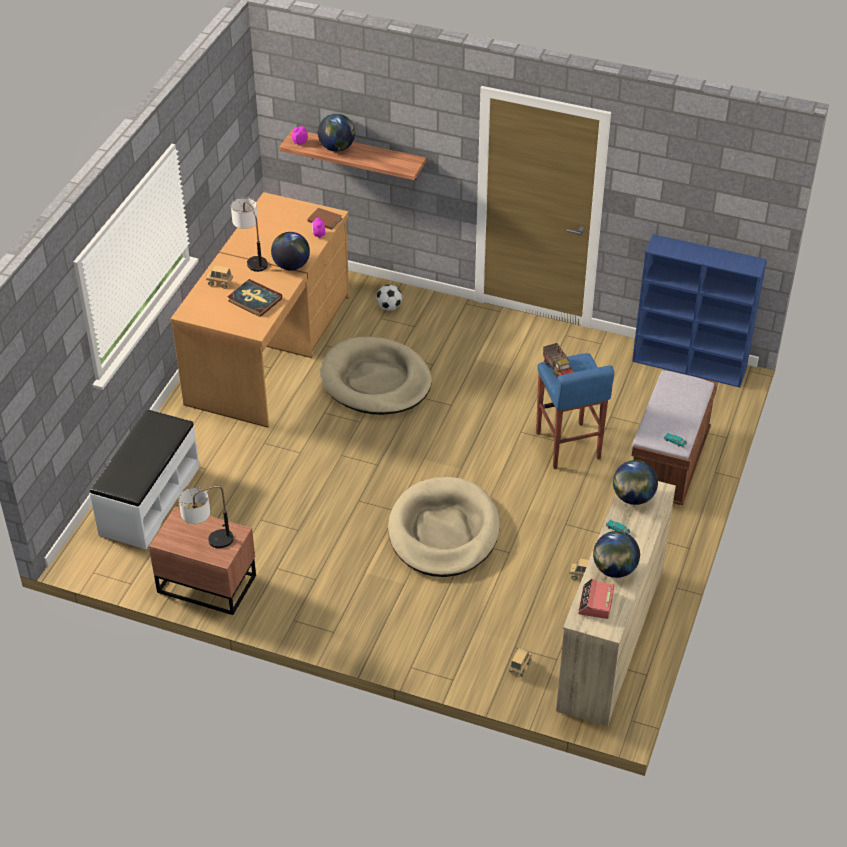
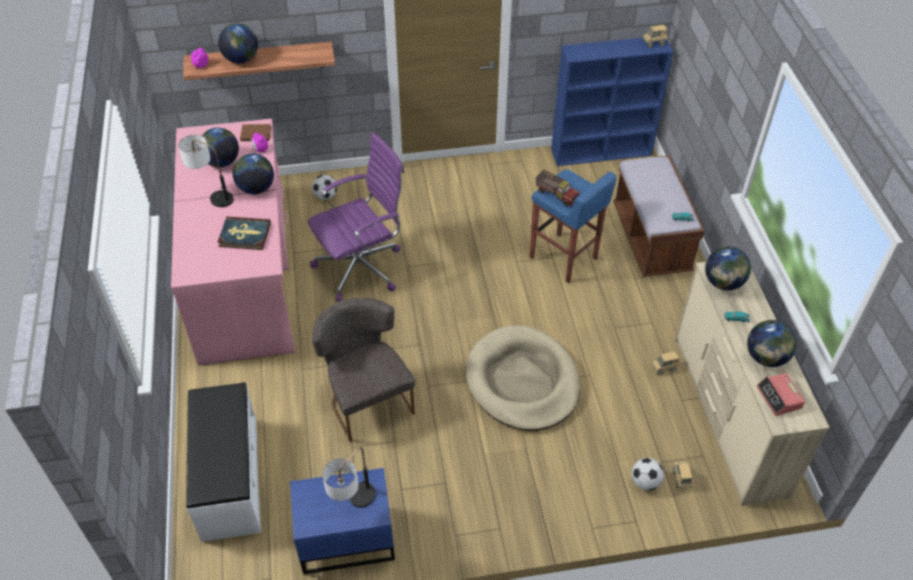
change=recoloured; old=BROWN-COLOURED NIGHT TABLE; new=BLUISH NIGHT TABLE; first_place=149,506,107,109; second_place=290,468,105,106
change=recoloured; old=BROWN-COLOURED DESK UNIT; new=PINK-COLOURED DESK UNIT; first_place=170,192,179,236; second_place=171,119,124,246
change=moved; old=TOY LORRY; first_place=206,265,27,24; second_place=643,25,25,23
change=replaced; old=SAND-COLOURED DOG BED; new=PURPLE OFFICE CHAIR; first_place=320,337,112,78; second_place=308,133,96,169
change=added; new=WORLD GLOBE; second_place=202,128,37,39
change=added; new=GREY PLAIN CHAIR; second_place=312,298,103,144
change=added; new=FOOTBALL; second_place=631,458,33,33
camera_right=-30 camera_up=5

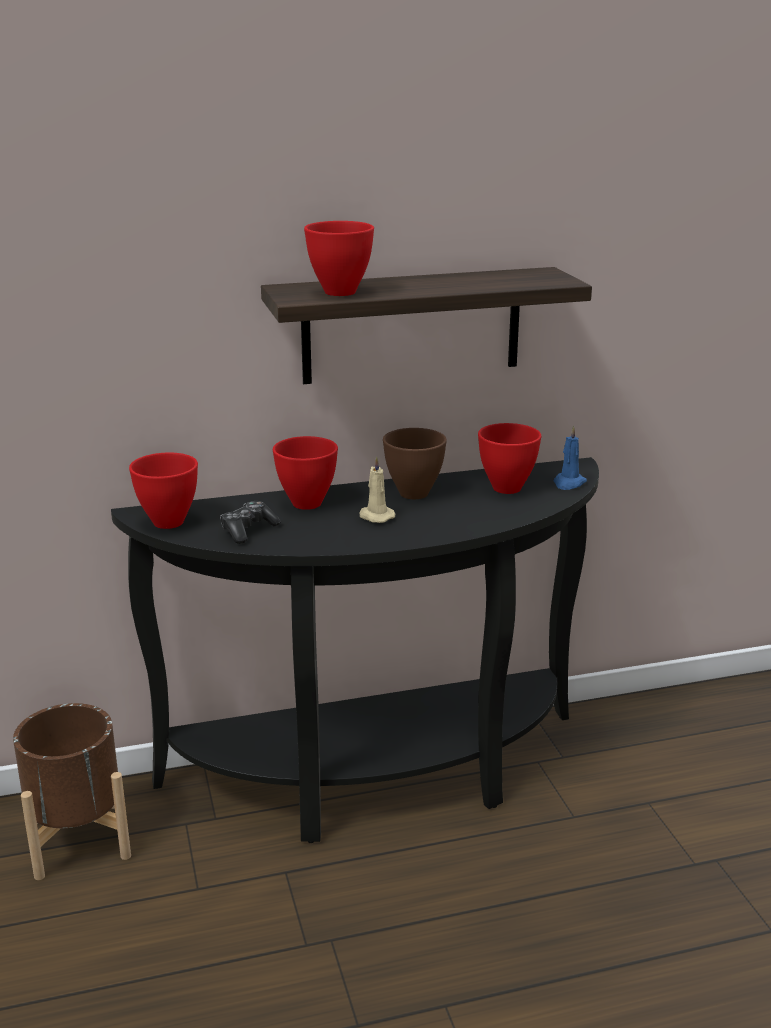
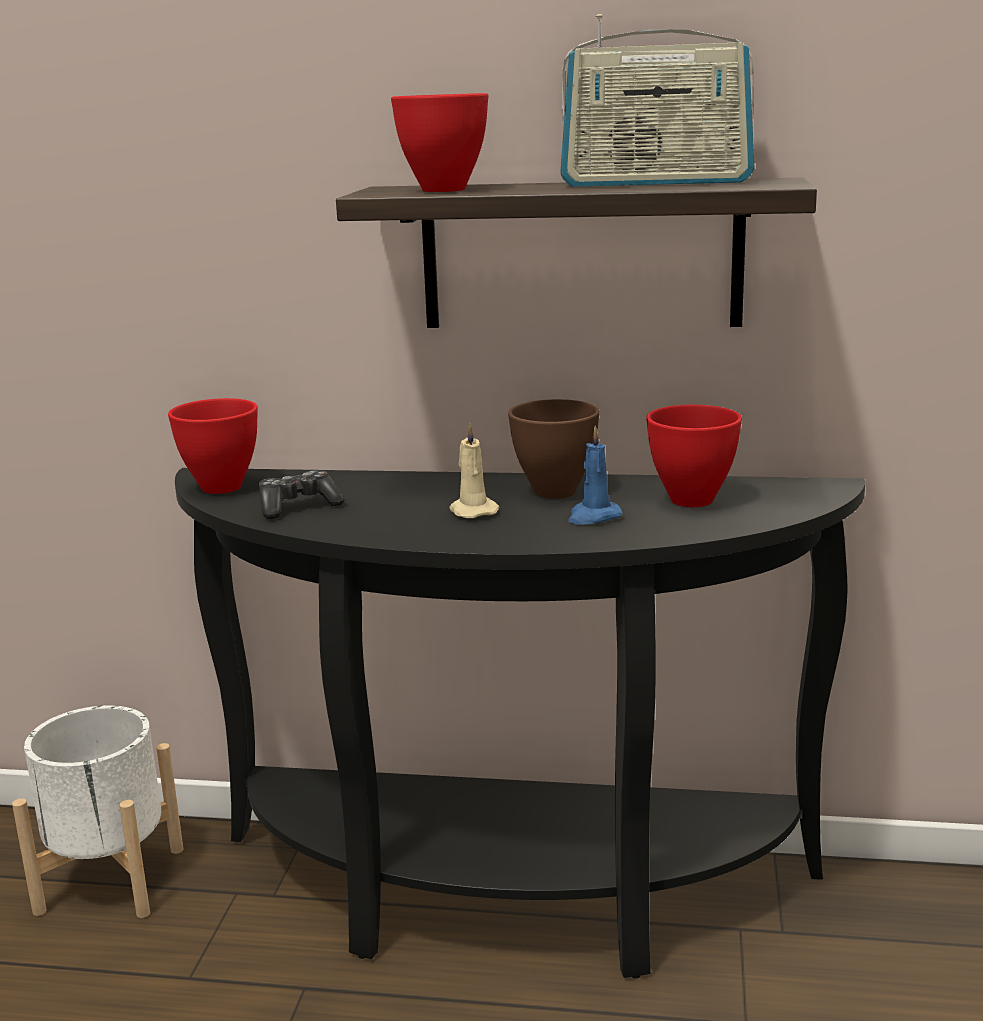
change=recoloured; old=BROWN-COLOURED PLANT POT; new=WHITE-COLOURED PLANT POT; first_place=13,703,118,177; second_place=12,705,171,213
change=removed; old=RED DEEP DISH; first_place=273,436,65,74
change=moved; old=BLUISH WAX CANDLE; first_place=554,425,33,65; second_place=568,426,54,99
change=added; new=RADIO SET; second_place=561,14,193,173
camera_right=25 camera_up=-5

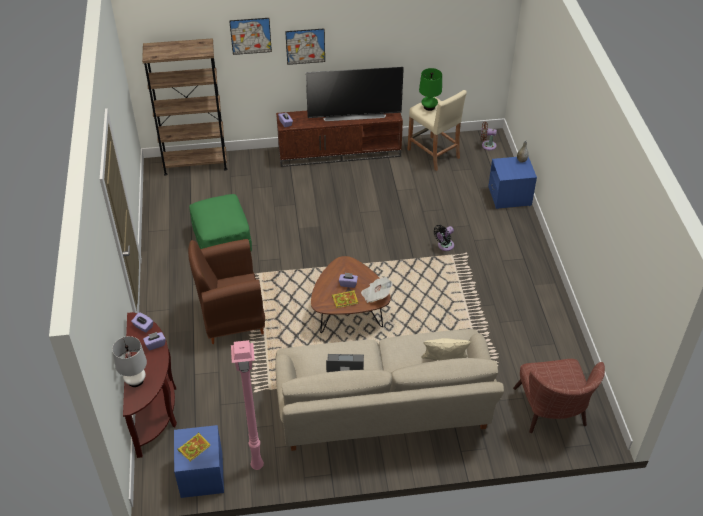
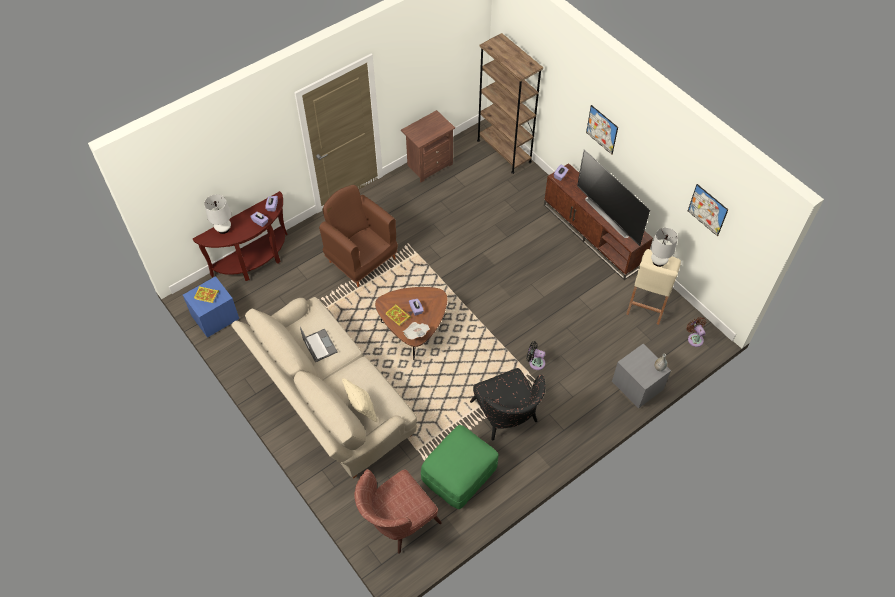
change=moved; old=GREEN POUFFE; first_place=189,194,63,57; second_place=421,425,78,84
change=moved; old=WALL PICTURE; first_place=229,18,43,37; second_place=688,184,40,52
change=removed; old=PINK-COLOURED STANDING LAMP; first_place=231,340,33,130
change=recoloured; old=GREEN TABLE LAMP; new=WHITE-COLOURED TABLE LAMP; first_place=419,68,23,43; second_place=651,228,27,39
change=recoloured; old=BLUISH NIGHT TABLE; new=GREY NIGHT TABLE; first_place=488,156,49,53; second_place=612,344,59,64
change=added; new=BROWN-COLOURED NIGHT TABLE; second_place=401,110,54,72
change=added; new=BLACKISH EASY CHAIR; second_place=470,368,75,72
camera_right=60 camera_up=10

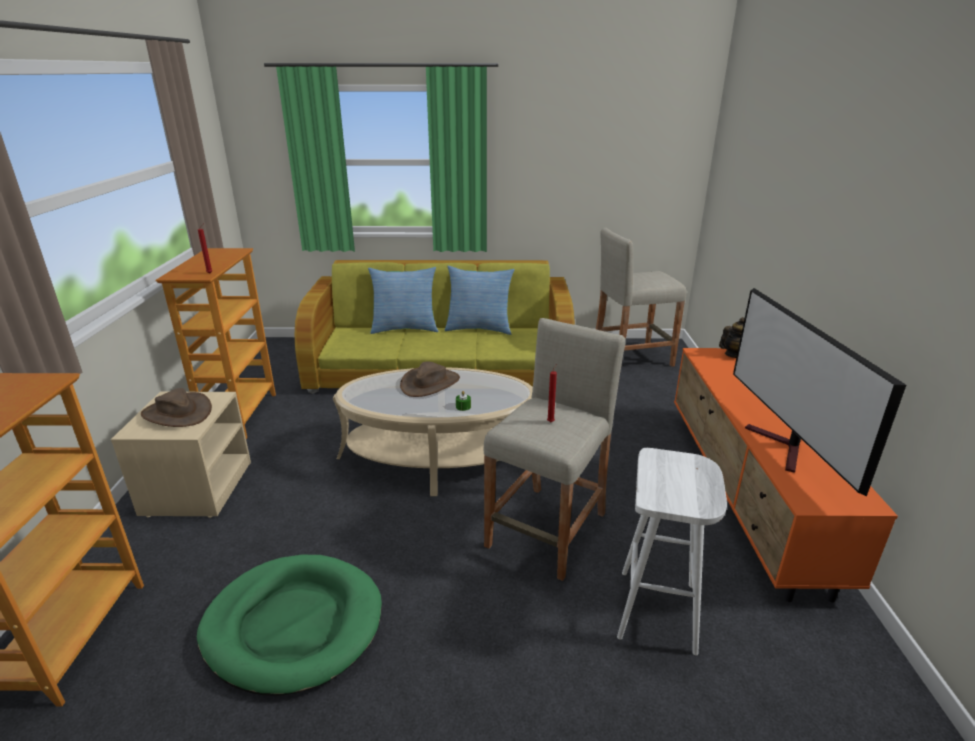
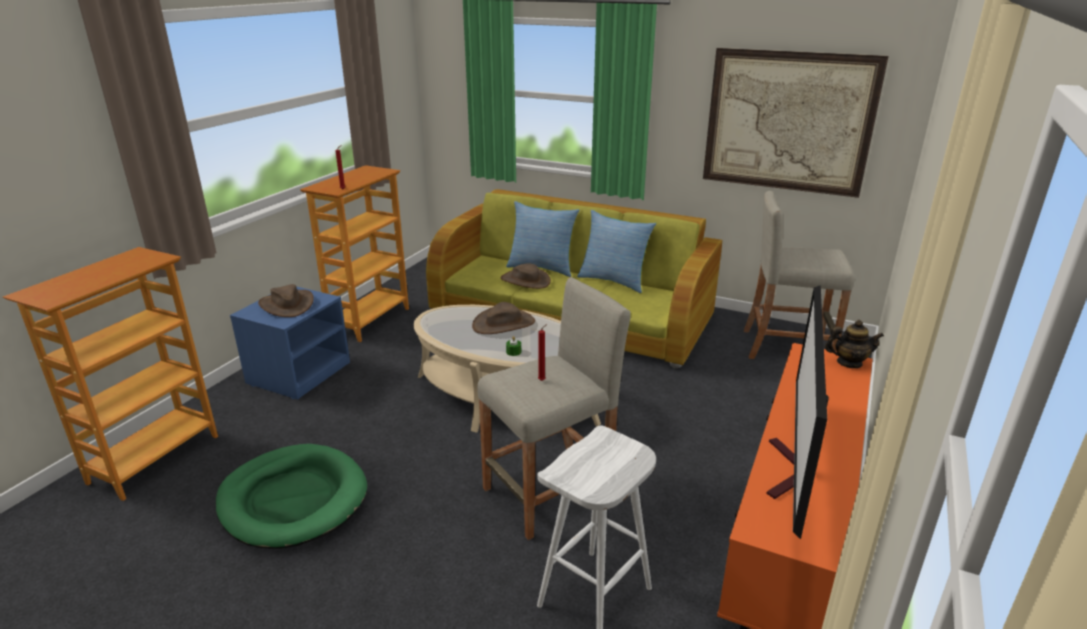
change=recoloured; old=SAND-COLOURED NIGHT TABLE; new=BLUISH NIGHT TABLE; first_place=111,391,140,127; second_place=230,286,120,114
change=added; new=BROWN-COLOURED CLOTHING HAT; second_place=500,263,51,26
change=added; new=WALL PICTURE; second_place=703,48,186,150
camera_right=25 camera_up=0

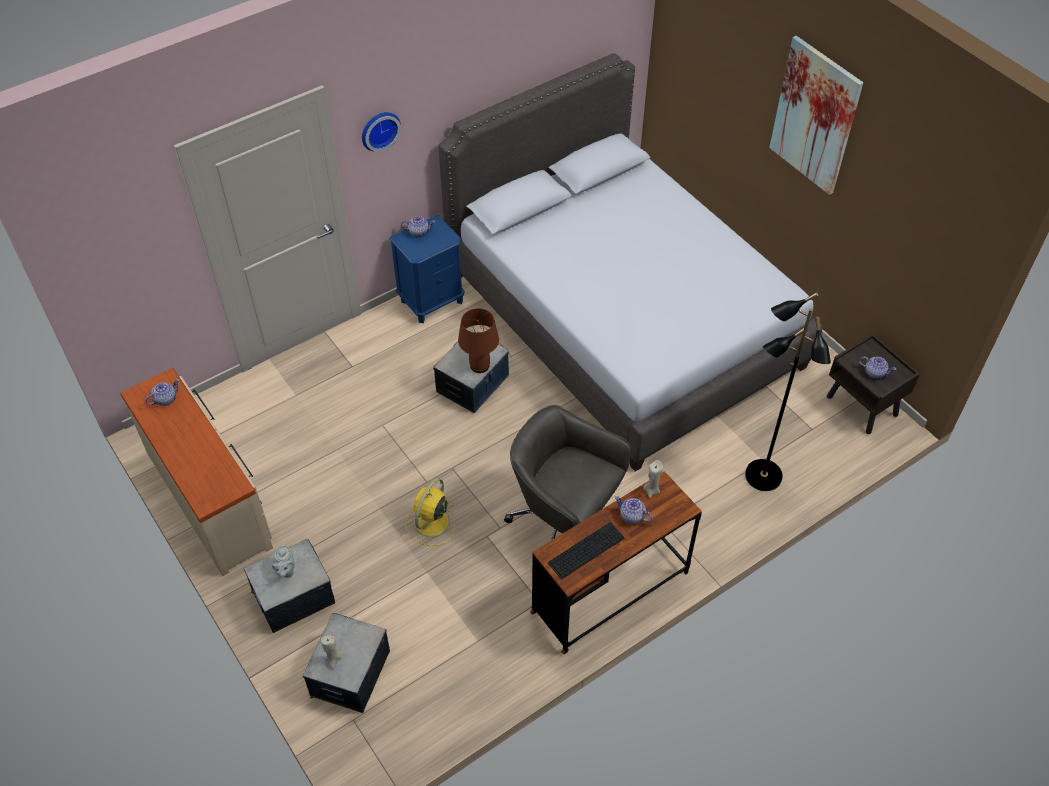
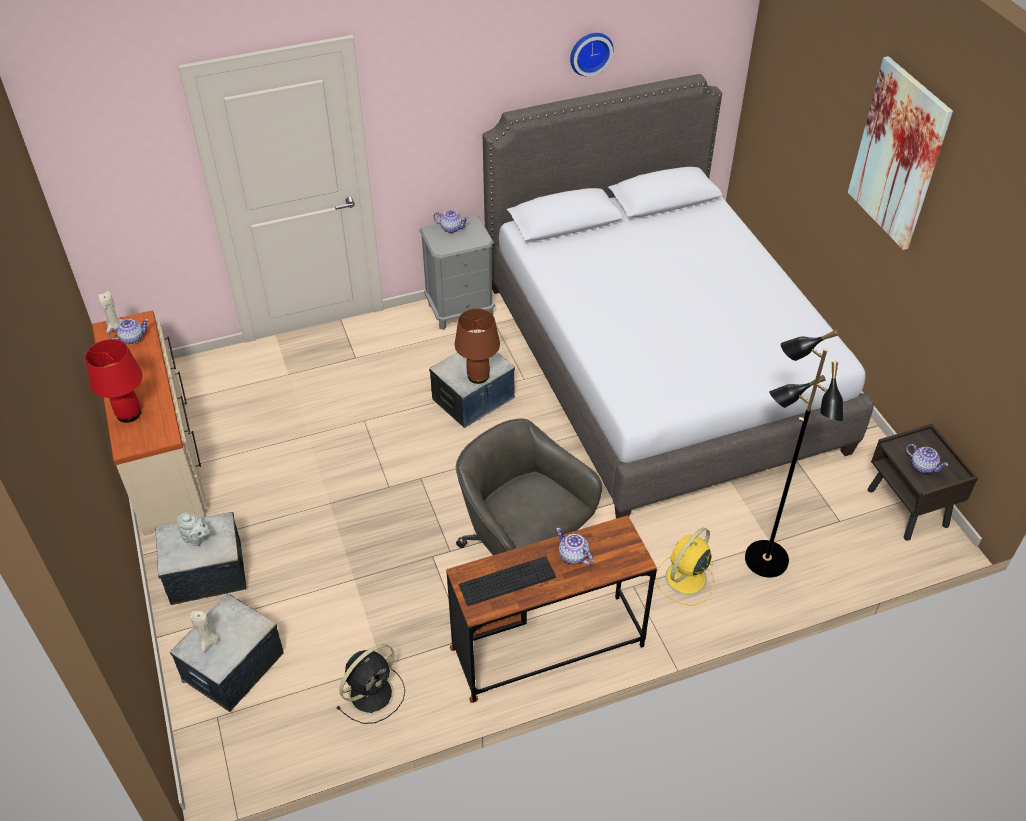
change=turned; old=GREY TEA POT; first_place=272,545,23,33; second_place=177,513,33,33; degrees=-75
change=moved; old=HANGING CLOCK; first_place=362,112,39,40; second_place=570,33,44,43
change=recoloured; old=BLUISH NIGHT TABLE; new=GREY NIGHT TABLE; first_place=389,215,76,108; second_place=419,215,76,115
change=moved; old=YELLOW ELECTRIC FAN; first_place=405,479,50,67; second_place=656,528,58,78
change=moved; old=SAND-COLOURED WAX CANDLE; first_place=643,460,20,38; second_place=98,291,25,42
change=added; new=RED TABLE LAMP; second_place=85,339,58,84
change=added; new=BLACKISH ELECTRIC FAN; second_place=336,644,69,80
camera_right=15 camera_up=-5

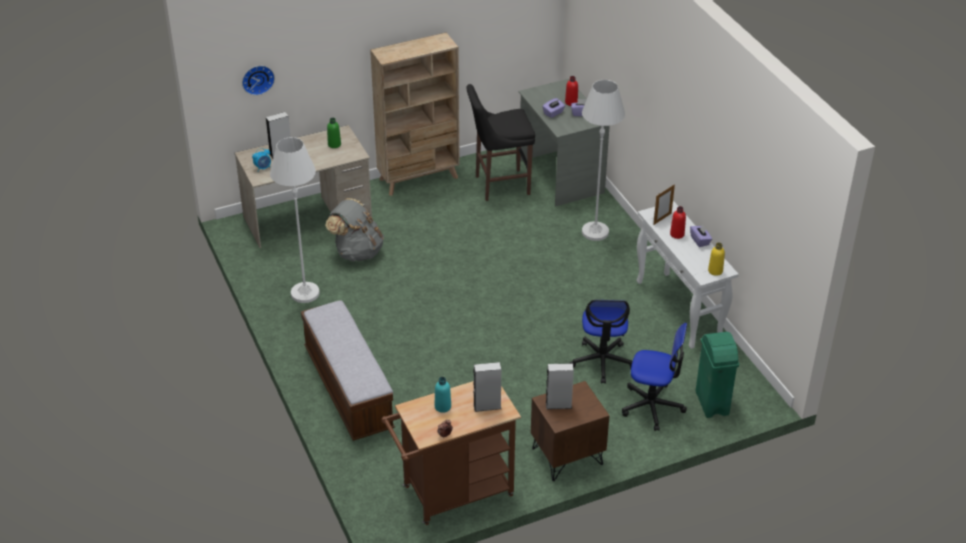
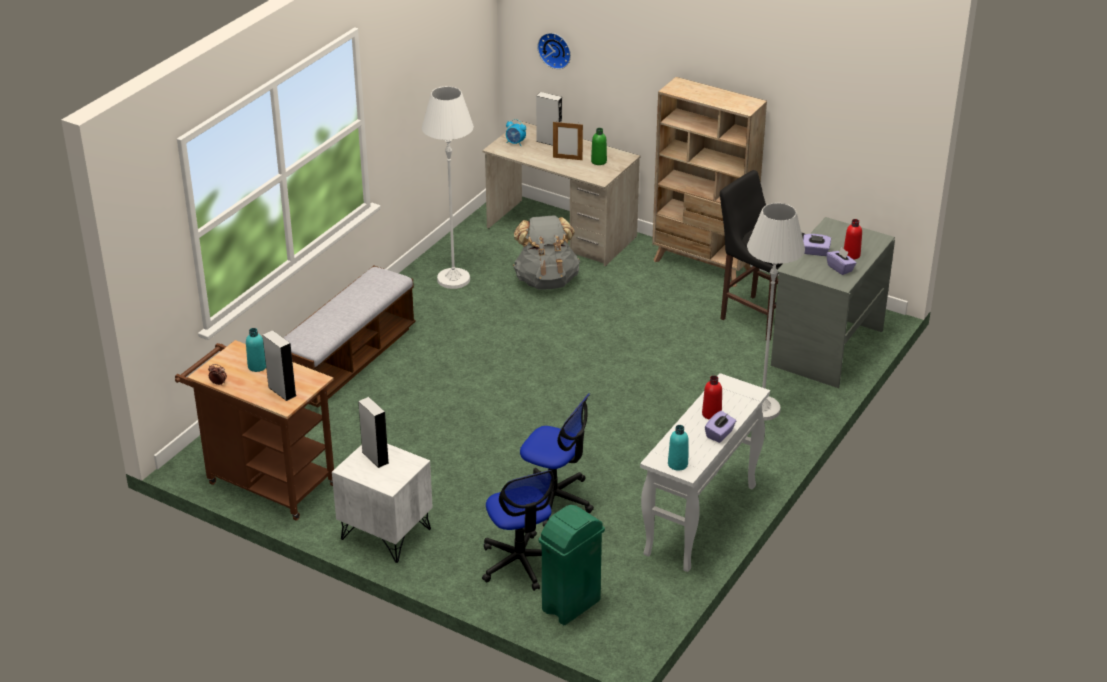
change=recoloured; old=BROWN-COLOURED NIGHT TABLE; new=WHITE-COLOURED NIGHT TABLE; first_place=531,381,78,100; second_place=332,444,101,119
change=turned; old=OFFICE CHAIR; first_place=569,300,63,84; second_place=520,393,74,134; degrees=-120
change=moved; old=PICTURE FRAME; first_place=653,184,22,41; second_place=553,122,30,38
change=recoloured; old=YELLOW DRINK BOTTLE; new=BLUE-GREEN DRINK BOTTLE; first_place=708,243,17,33; second_place=668,425,21,46
camera_right=55 camera_up=-5

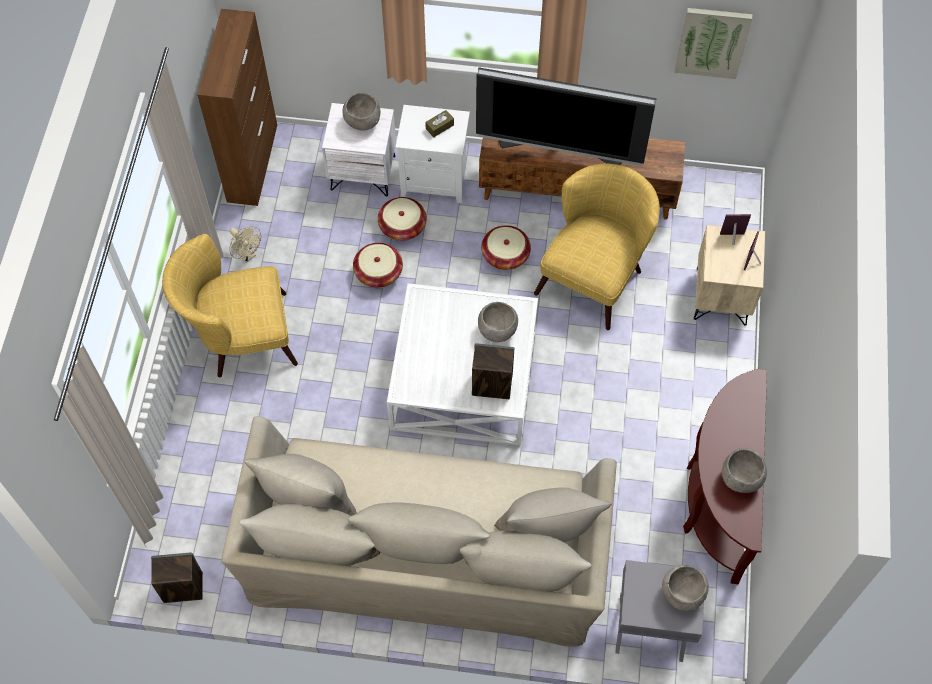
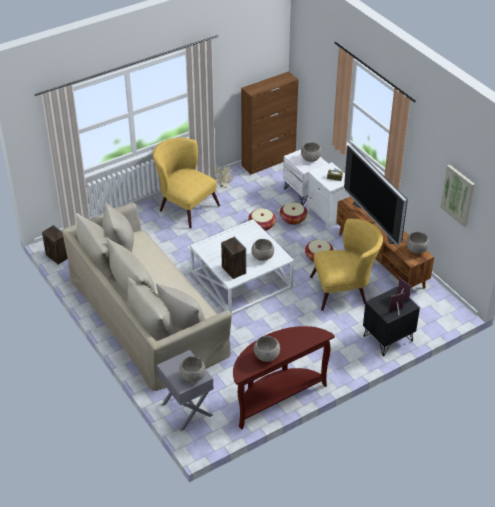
change=recoloured; old=SAND-COLOURED NIGHT TABLE; new=BLACKISH NIGHT TABLE; first_place=694,225,71,101; second_place=363,287,57,69
change=added; new=GREY DEEP DISH; second_place=406,231,23,23
camera_right=50 camera_up=-20

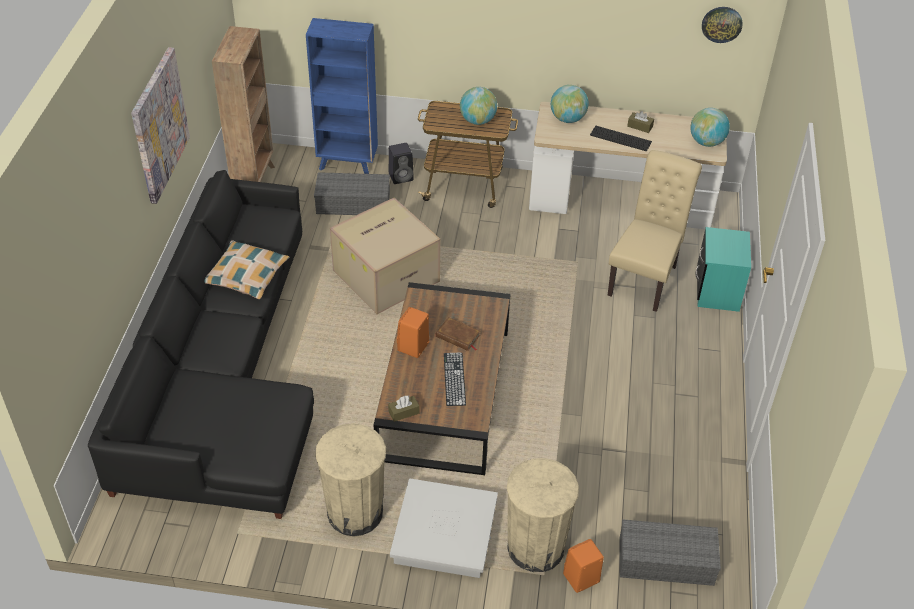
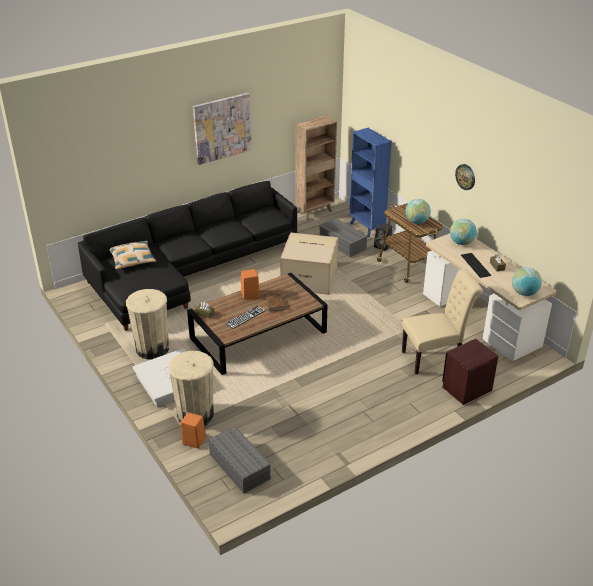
change=moved; old=THROW PILLOW; first_place=205,240,84,59; second_place=109,241,47,28
change=recoloured; old=BLUE-GREEN NIGHT TABLE; new=BROWN-COLOURED NIGHT TABLE; first_place=695,227,56,85; second_place=442,339,56,66
change=moved; old=HANGING CLOCK; first_place=702,7,41,36; second_place=455,164,20,26
camera_right=50 camera_up=-10

